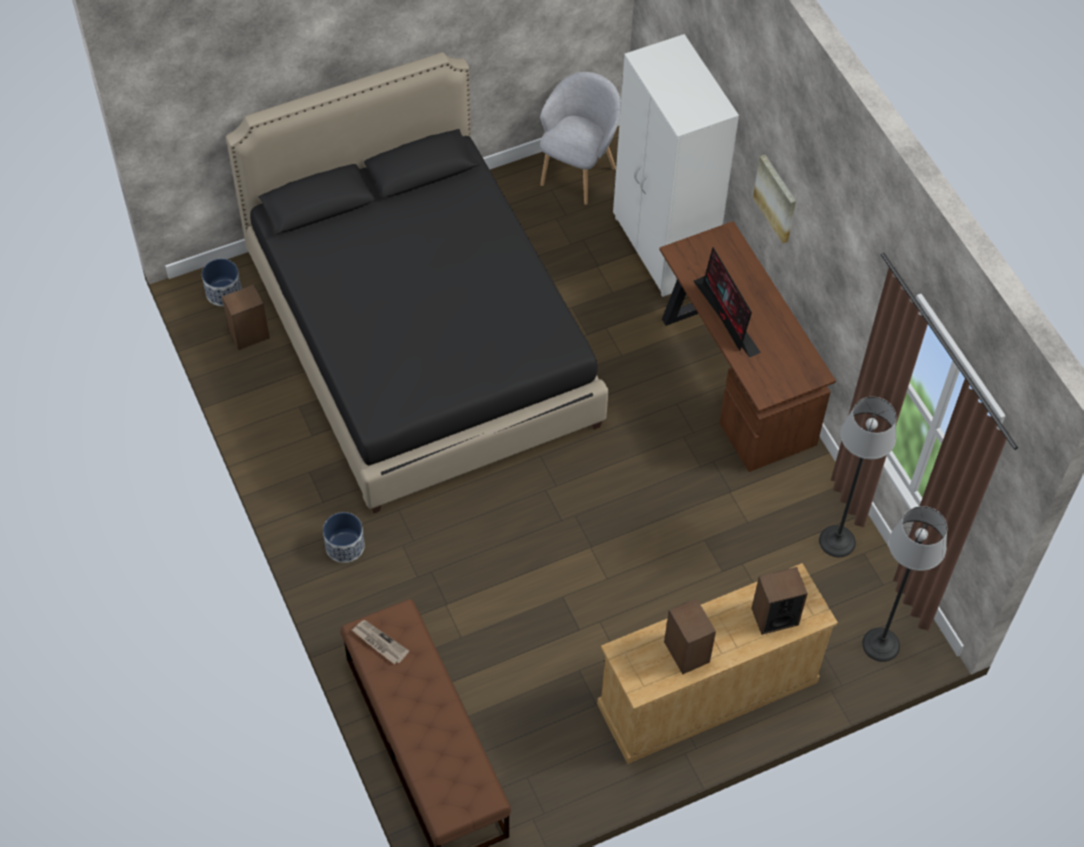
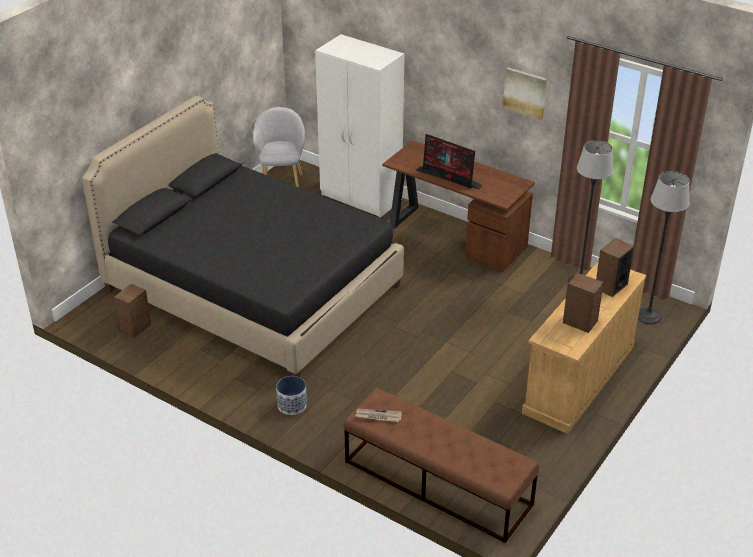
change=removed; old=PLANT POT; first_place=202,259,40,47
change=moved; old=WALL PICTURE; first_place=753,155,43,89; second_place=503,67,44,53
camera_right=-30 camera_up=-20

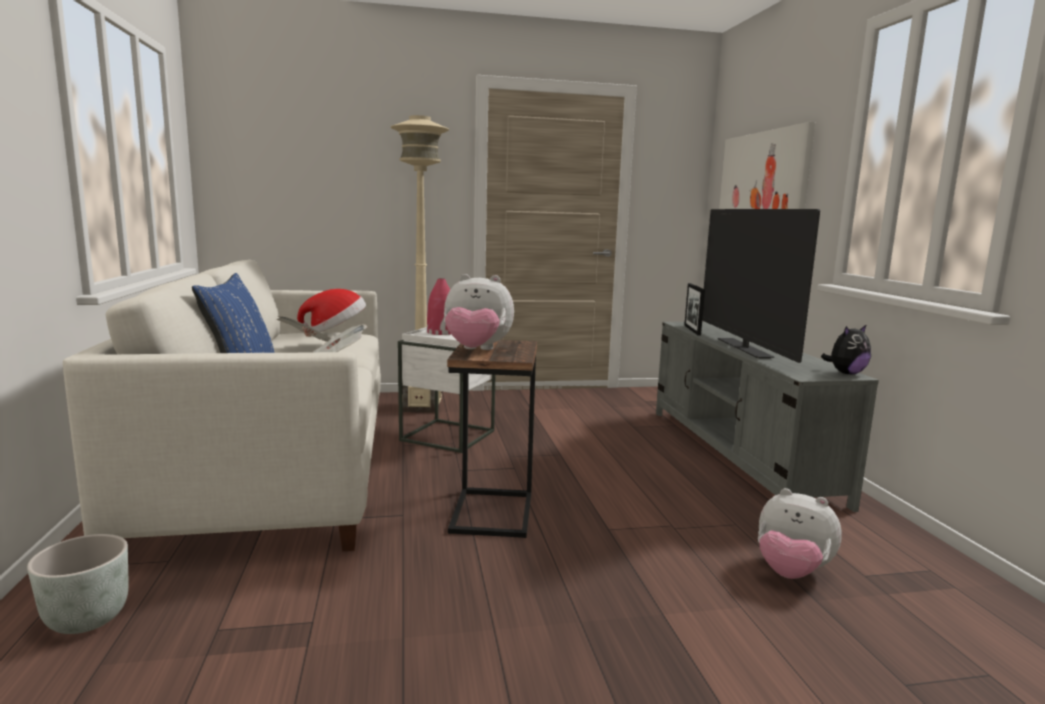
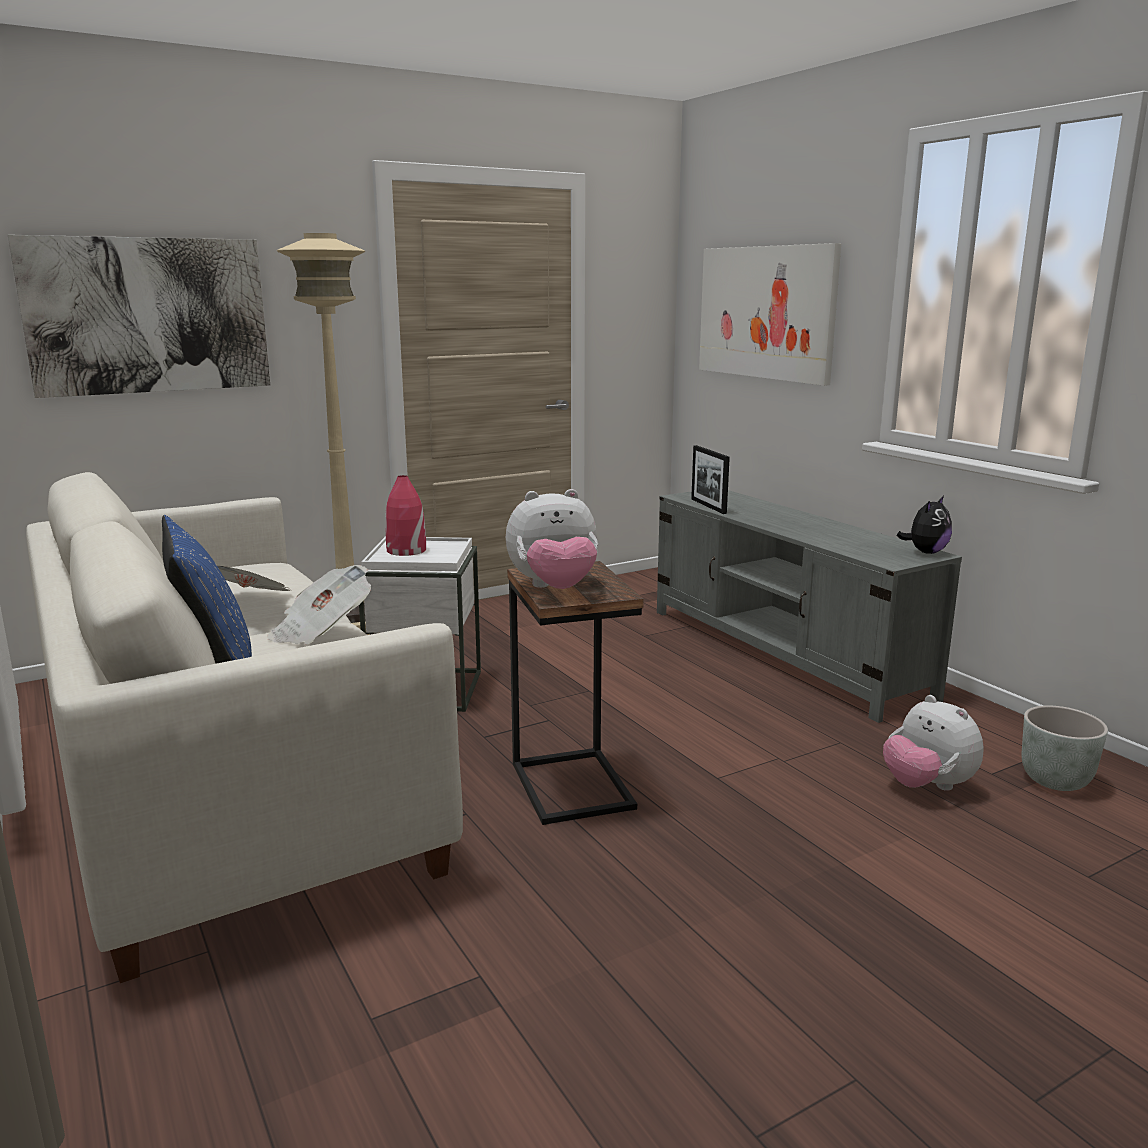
change=moved; old=GREY PLANT POT; first_place=27,534,102,100; second_place=1022,705,86,86
change=removed; old=CLOTHING HAT; first_place=297,289,69,43
change=removed; old=TV; first_place=702,209,118,154
change=turned; old=PLUSH TOY; first_place=758,488,84,91; second_place=883,695,101,96; degrees=45
change=added; new=WALL PICTURE; second_place=8,235,262,163
camera_right=-20 camera_up=5

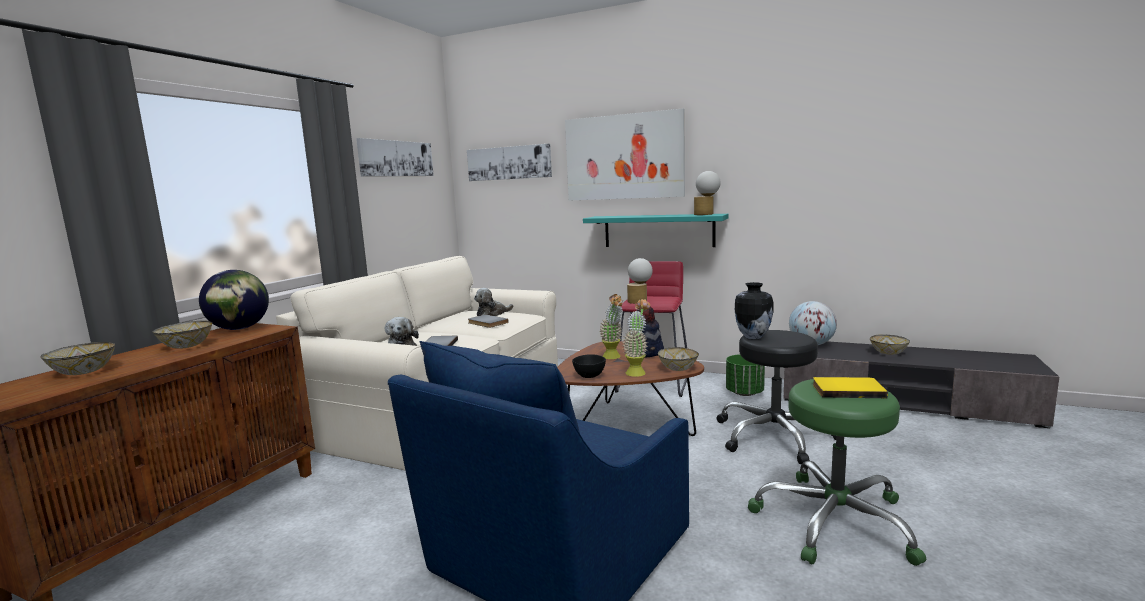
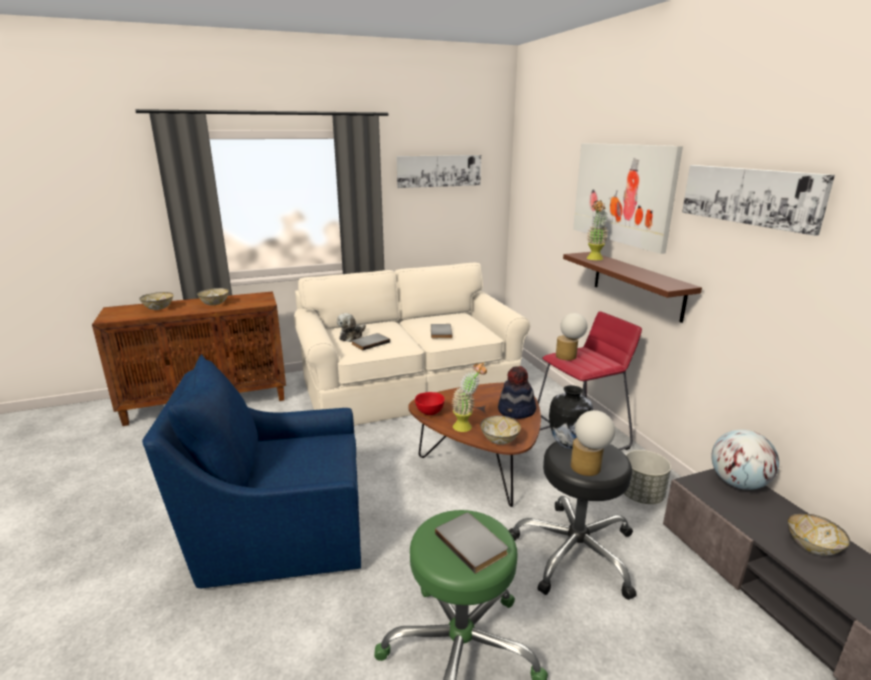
change=removed; old=WORLD GLOBE; first_place=199,270,70,60
change=moved; old=WALL PICTURE; first_place=467,144,85,37; second_place=682,165,153,71
change=removed; old=PLUSH TOY; first_place=474,288,39,28
change=recoloured; old=BLACKISH DEEP DISH; new=RED DEEP DISH; first_place=572,354,34,24; second_place=415,392,30,23
change=recoloured; old=BLUE-GREEN WALL SHELF; new=BROWN-COLOURED WALL SHELF; first_place=583,214,145,33; second_place=563,252,139,71
change=moved; old=HOUSEPLANT; first_place=599,294,24,65; second_place=587,200,21,60
change=moved; old=TABLE LAMP; first_place=694,171,27,44; second_place=571,410,44,66
change=recoloured; old=GREEN PLANT POT; new=GREY PLANT POT; first_place=726,354,39,42; second_place=624,450,47,54
change=recoloured; old=YELLOW VOLUME; new=GREY VOLUME; first_place=813,377,75,21; second_place=435,513,73,61
camera_right=45 camera_up=10

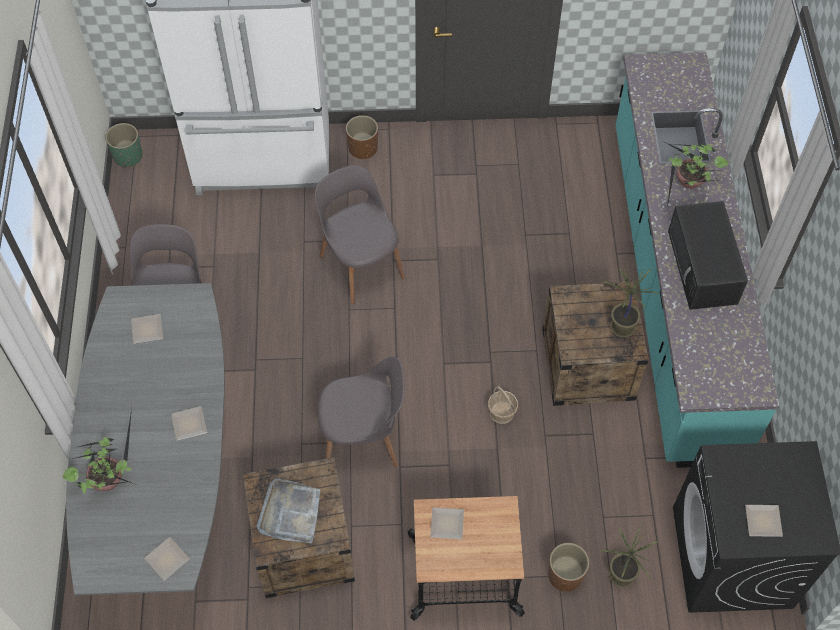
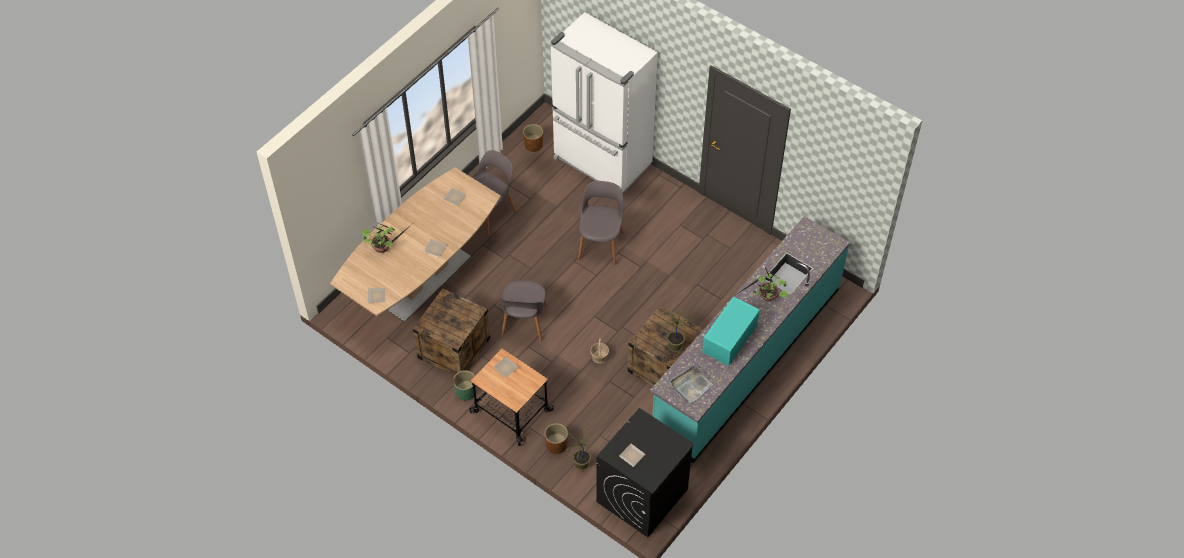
change=recoloured; old=GREY KITCHEN TABLE; new=BROWN-COLOURED KITCHEN TABLE; first_place=66,283,159,313; second_place=330,167,171,155
change=moved; old=GREEN PLANT POT; first_place=105,123,38,44; second_place=453,370,23,31
change=moved; old=GREY SERVING TRAY; first_place=257,478,63,65; second_place=669,365,44,40
change=turned; old=GREY PLAIN CHAIR; first_place=317,356,87,111; second_place=499,280,48,61; degrees=60
change=moved; old=BROWN-COLOURED PLANT POT; first_place=346,115,32,45; second_place=523,124,20,28
change=recoloured; old=BLACKISH MICROWAVE OVEN; new=BLUE-GREEN MICROWAVE OVEN; first_place=668,201,80,109; second_place=702,296,58,70
camera_right=40 camera_up=-5

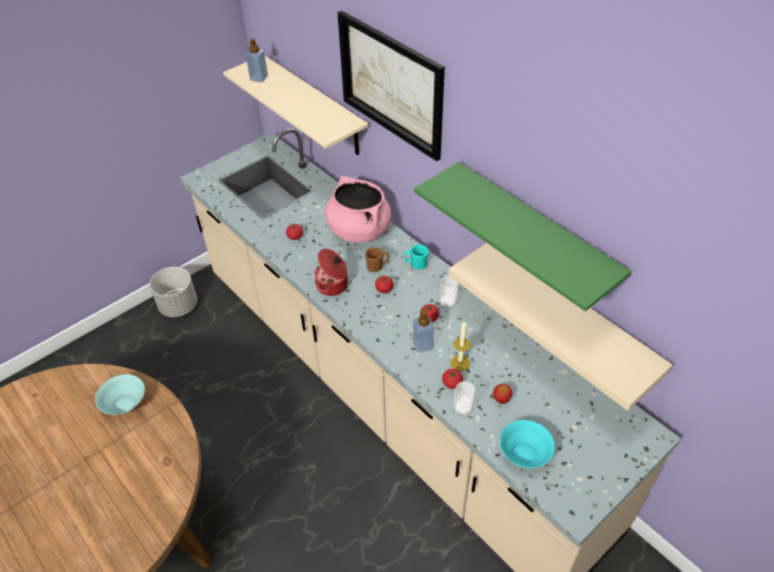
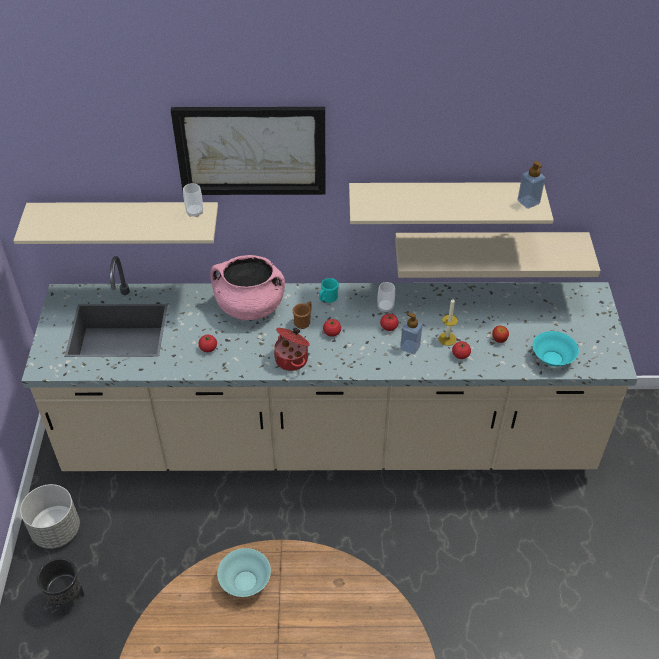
change=moved; old=SOAP BOTTLE; first_place=246,39,22,43; second_place=517,161,28,48
change=recoloured; old=GREEN WALL SHELF; new=SAND-COLOURED WALL SHELF; first_place=414,162,217,149; second_place=349,182,205,42
change=moved; old=CUP; first_place=454,381,21,34; second_place=183,183,20,34
change=added; new=BLACKISH PLANT POT; second_place=37,558,48,58
camera_right=-50 camera_up=0

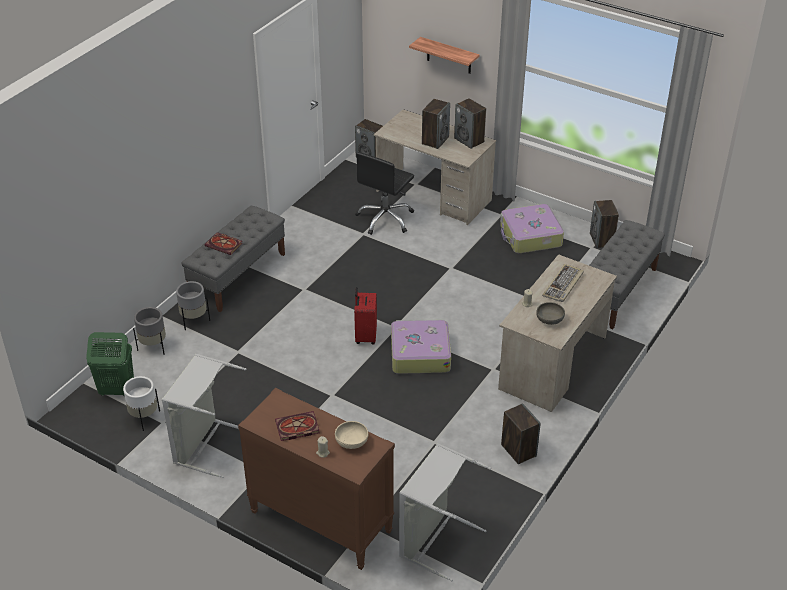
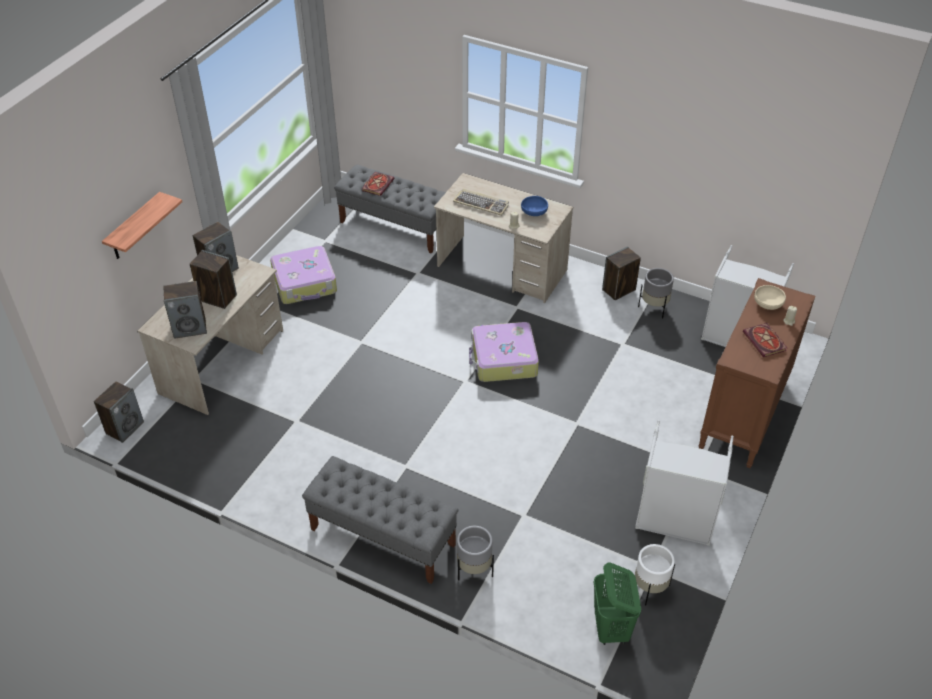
change=moved; old=GREY PLANT POT; first_place=133,307,33,47; second_place=638,268,36,51
change=moved; old=VOLUME; first_place=205,232,38,23; second_place=362,172,33,24
change=removed; old=RED PIECE OF LUGGAGE; first_place=354,287,23,57
change=removed; old=BLACKISH OFFICE CHAIR; first_place=355,152,59,83
change=recoloured; old=GREY DEEP DISH; new=BLUISH DEEP DISH; first_place=536,302,29,23; second_place=521,196,27,20
change=moved; old=SPEAKER; first_place=590,200,29,48; second_place=163,281,44,58
camera_right=-95 camera_up=5

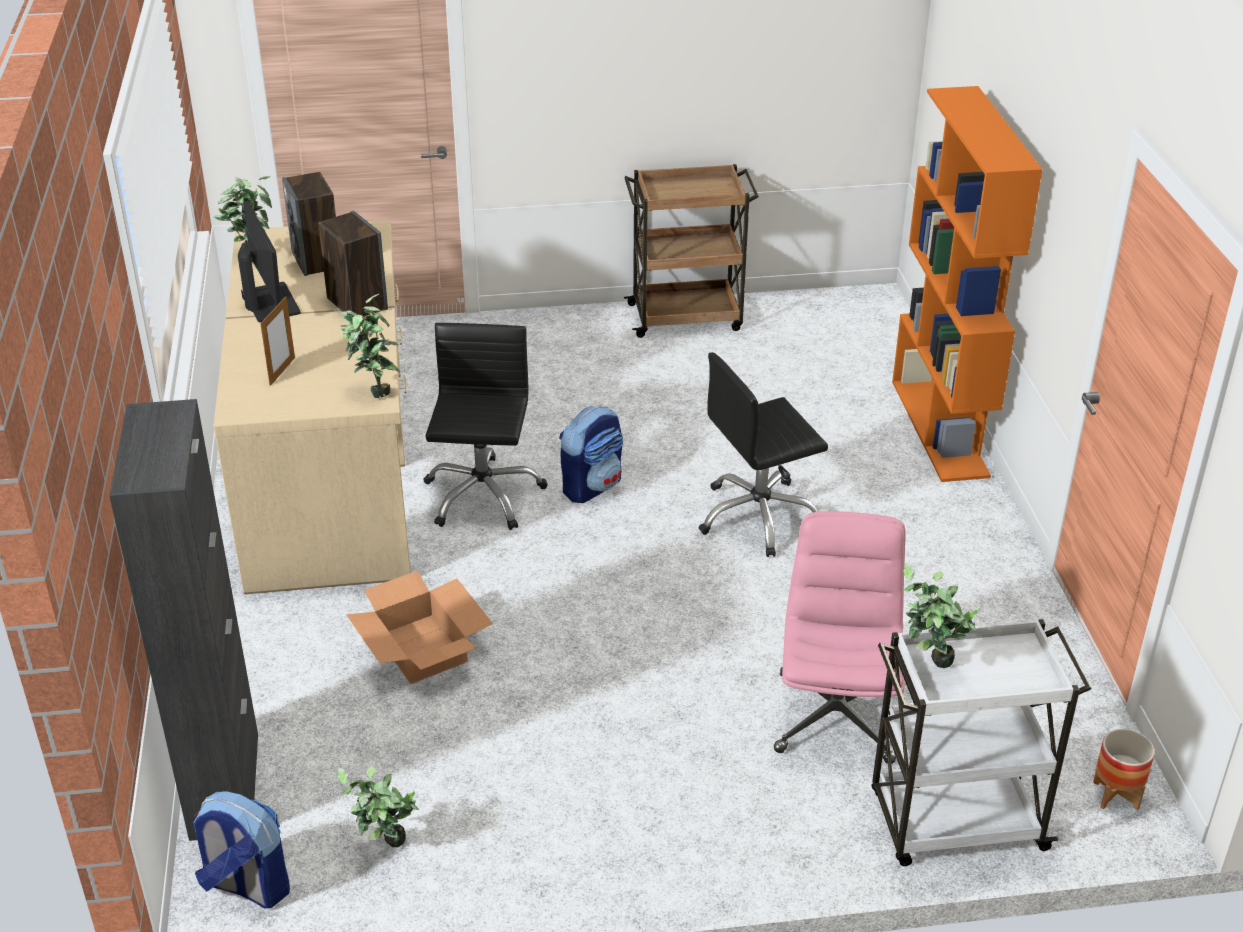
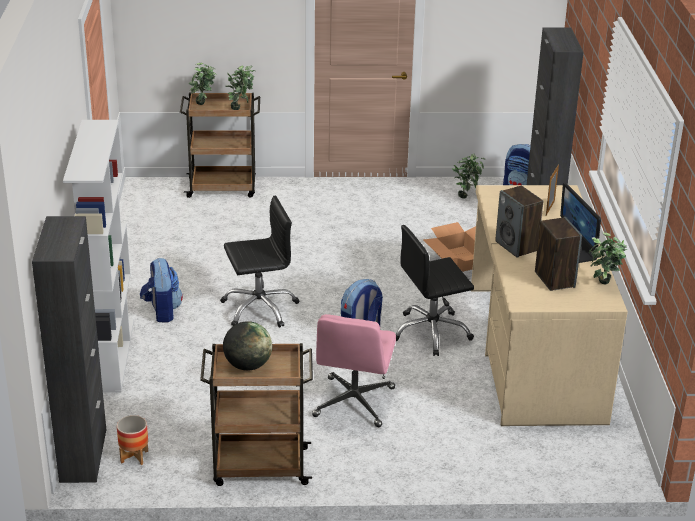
change=moved; old=HOUSEPLANT; first_place=338,294,62,104; second_place=188,63,28,42
change=turned; old=BLACKISH OFFICE CHAIR; first_place=423,323,125,207; second_place=396,225,78,131; degrees=60
change=moved; old=PINK-COLOURED OFFICE CHAIR; first_place=774,511,132,253; second_place=312,314,84,113
change=recoloured; old=WHITE-COLOURED CART; new=BROWN-COLOURED CART; first_place=872,619,219,247; second_place=180,93,80,105
change=recoloured; old=ORANGE-COLOURED BOOKSHELF; new=WHITE-COLOURED BOOKSHELF; first_place=892,86,151,396; second_place=63,120,71,273
change=moved; old=PLANT POT; first_place=1093,729,62,81; second_place=117,415,31,50
change=added; new=BLACKISH CUPBOARD; second_place=32,216,74,267
change=added; new=KNAPSACK; second_place=140,258,43,64
change=added; new=WORLD GLOBE; second_place=223,321,49,50
camera_right=-175 camera_up=-5

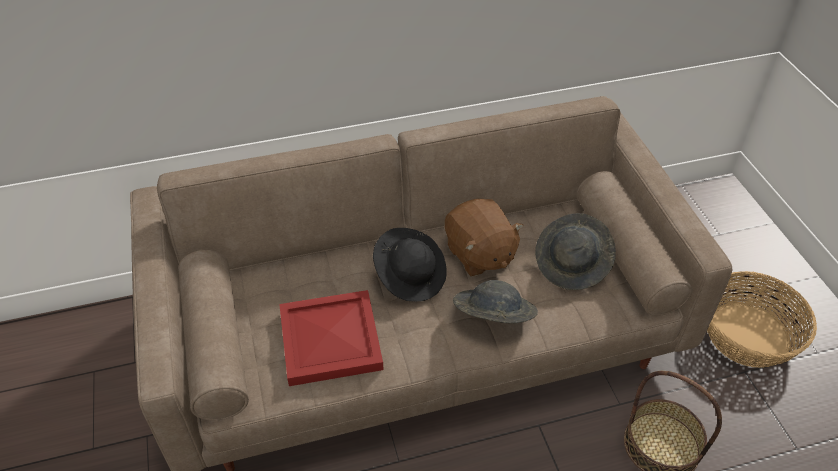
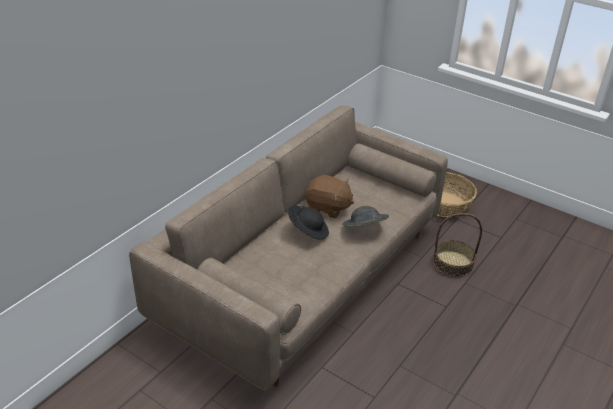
change=removed; old=RED SERVING TRAY; first_place=279,290,105,96
change=removed; old=GREY CLOTHING HAT; first_place=535,213,81,77
camera_right=-40 camera_up=-10

